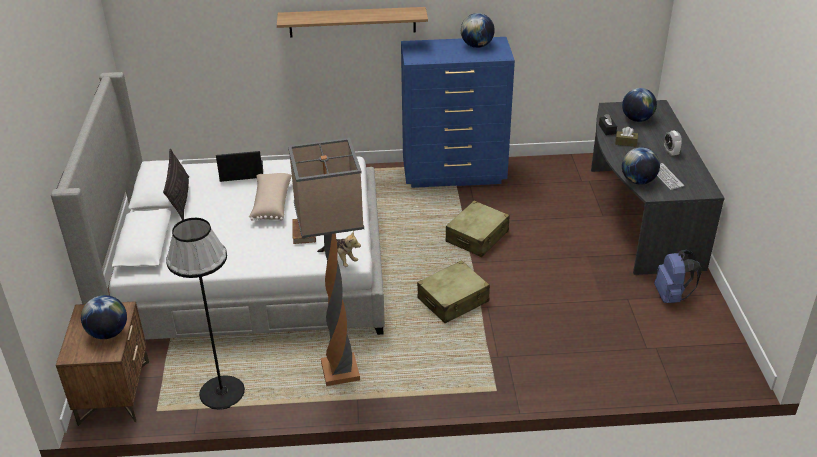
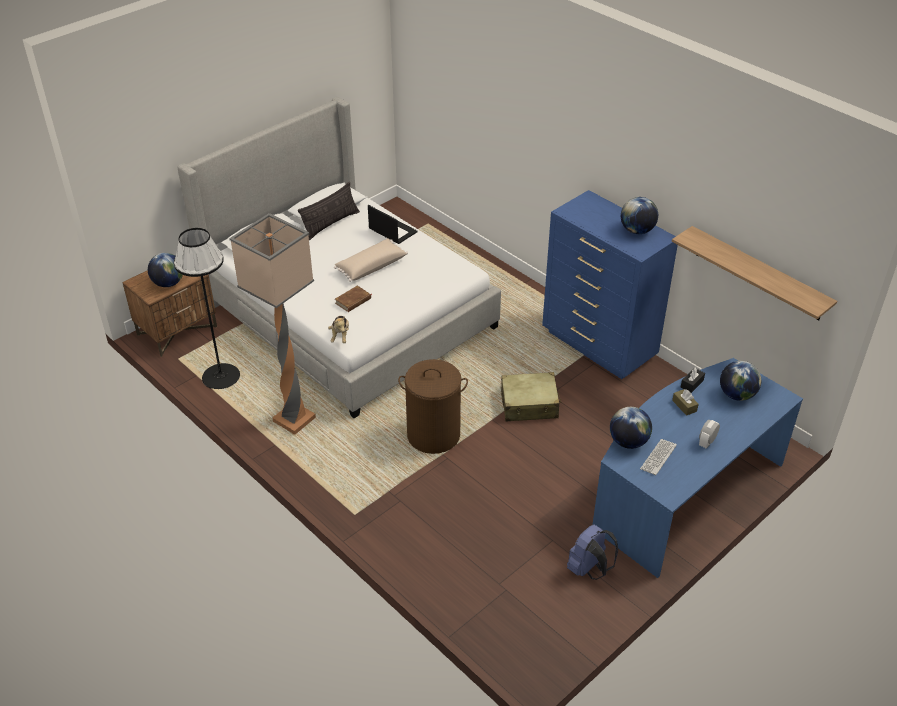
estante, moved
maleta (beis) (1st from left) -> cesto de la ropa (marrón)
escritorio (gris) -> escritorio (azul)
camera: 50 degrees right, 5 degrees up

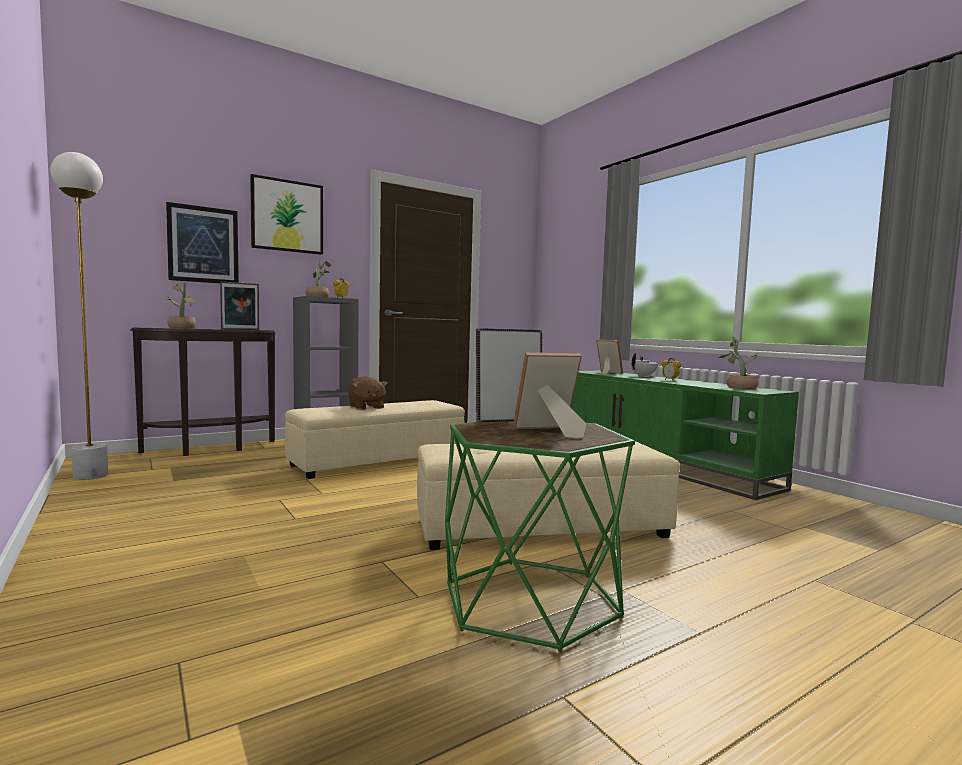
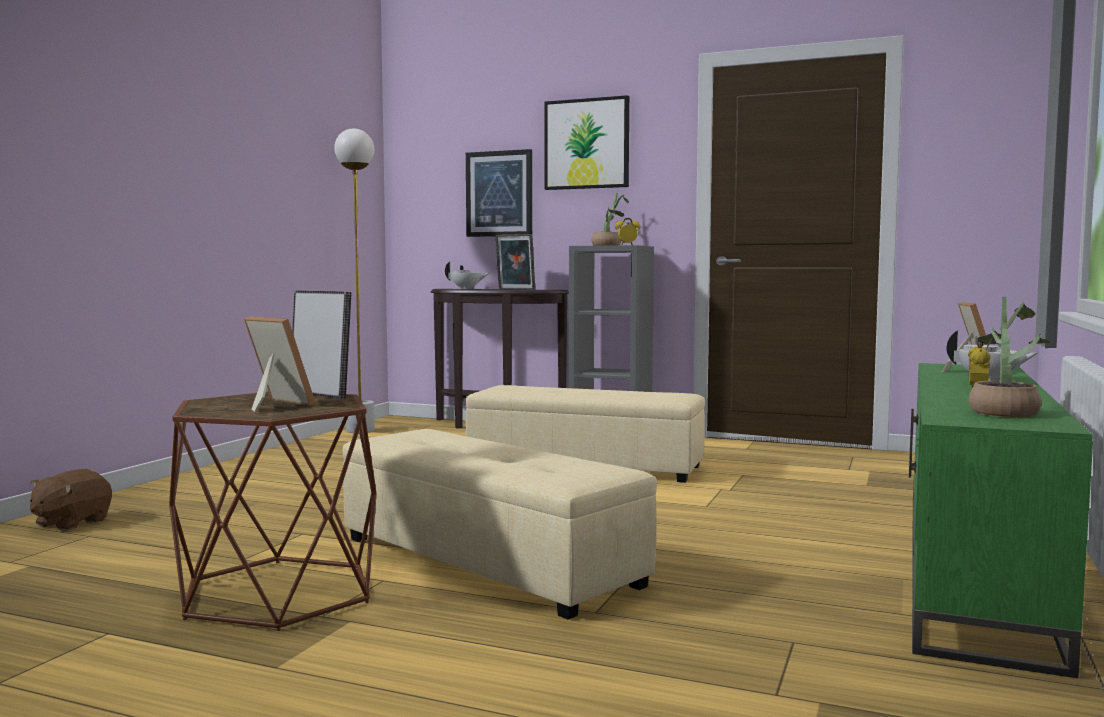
peluche (marrón), moved
planta en maceta (1st from left) -> tetera (blanco) (1st from left)
mesa auxiliar (verde) -> mesa auxiliar (marrón)
camera: 55 degrees right, 0 degrees up

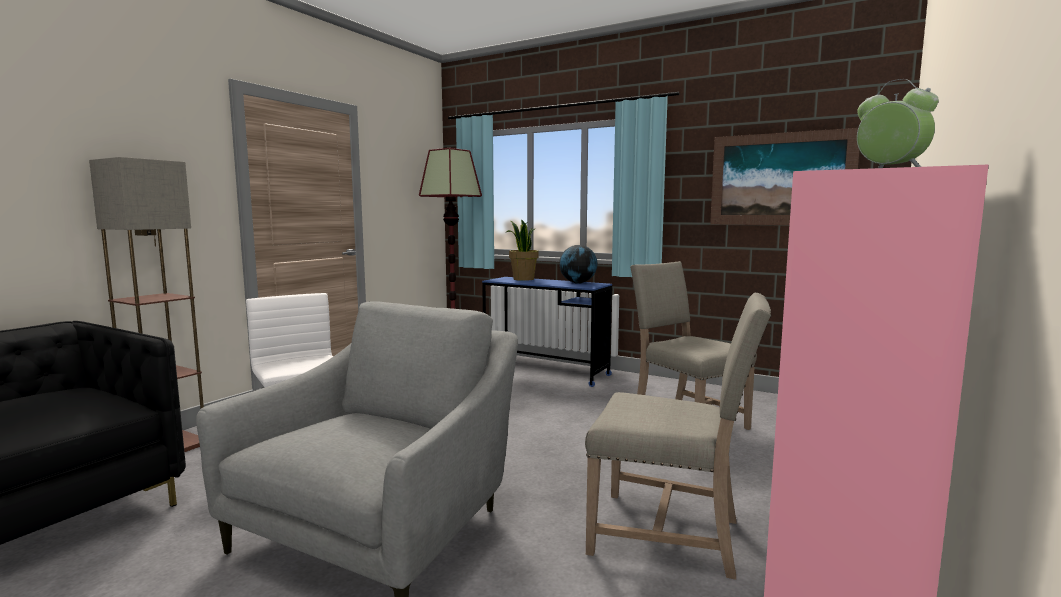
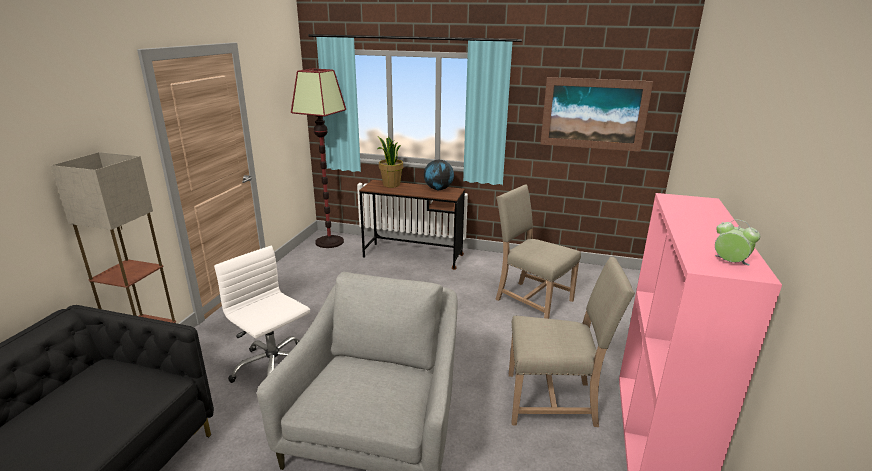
escritorio (azul) -> escritorio (marrón)
camera: 15 degrees left, 15 degrees up

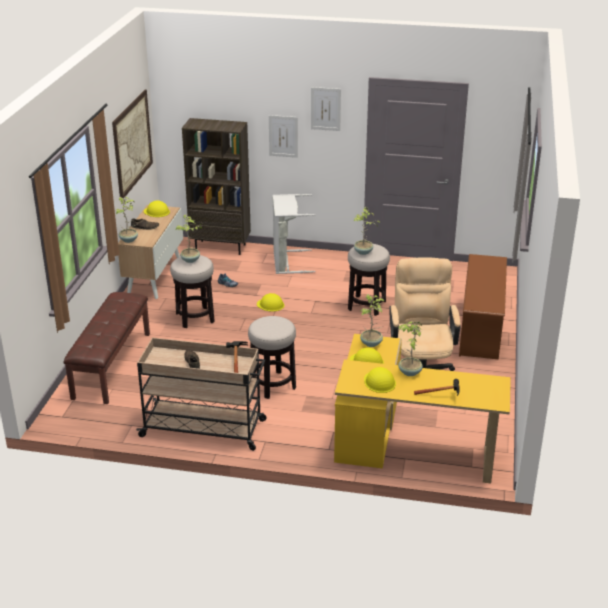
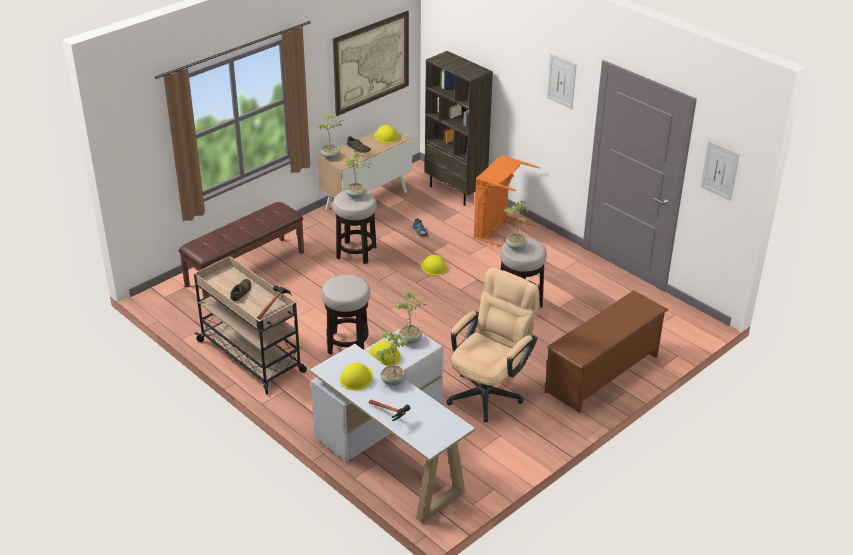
cuadro (2nd from left in the first image) -> cuadro (3rd from left), moved
cesto de la ropa (gris) -> cesto de la ropa (naranja)
escritorio (amarillo) -> escritorio (blanco)
camera: 35 degrees right, 5 degrees up

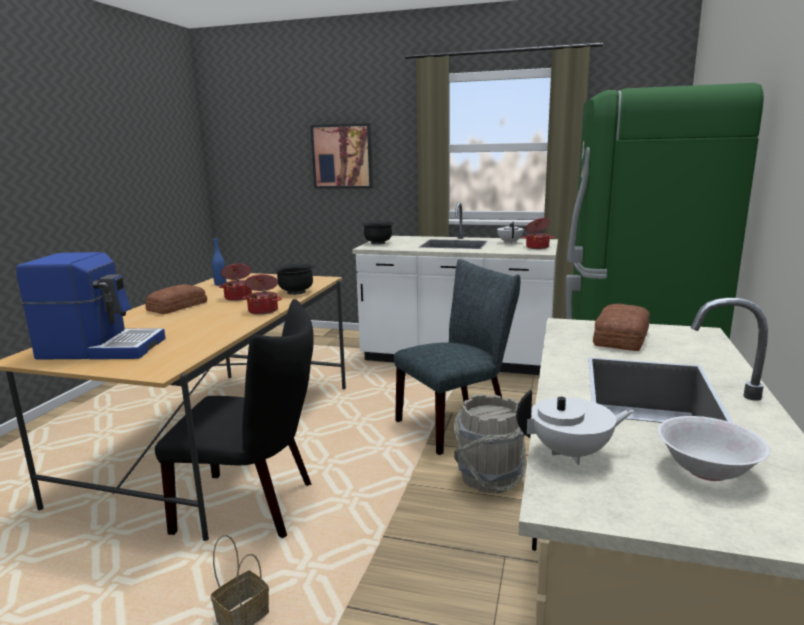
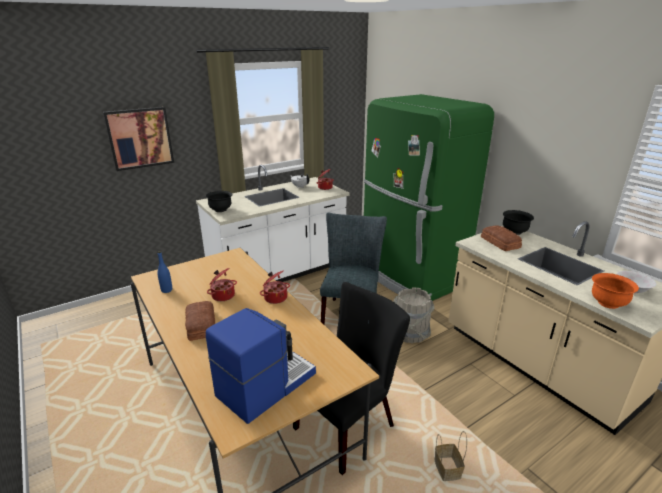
cuenco (negro) (1st from left in the first image) -> cuenco (negro) (2nd from left), moved
tetera (blanco) (2nd from left) -> cuenco (naranja)
camera: 50 degrees left, 10 degrees up

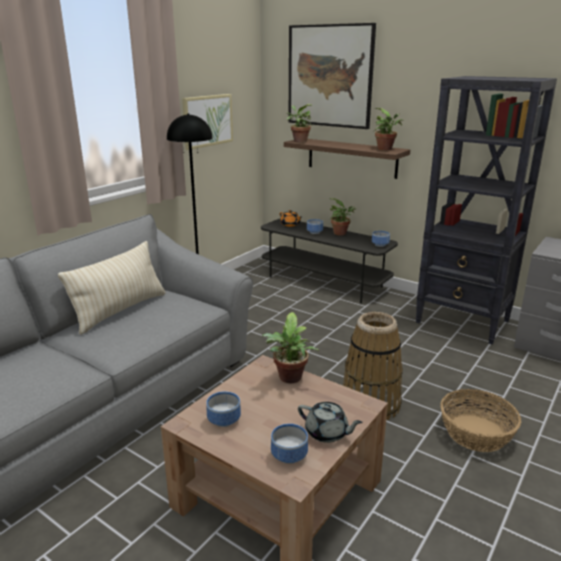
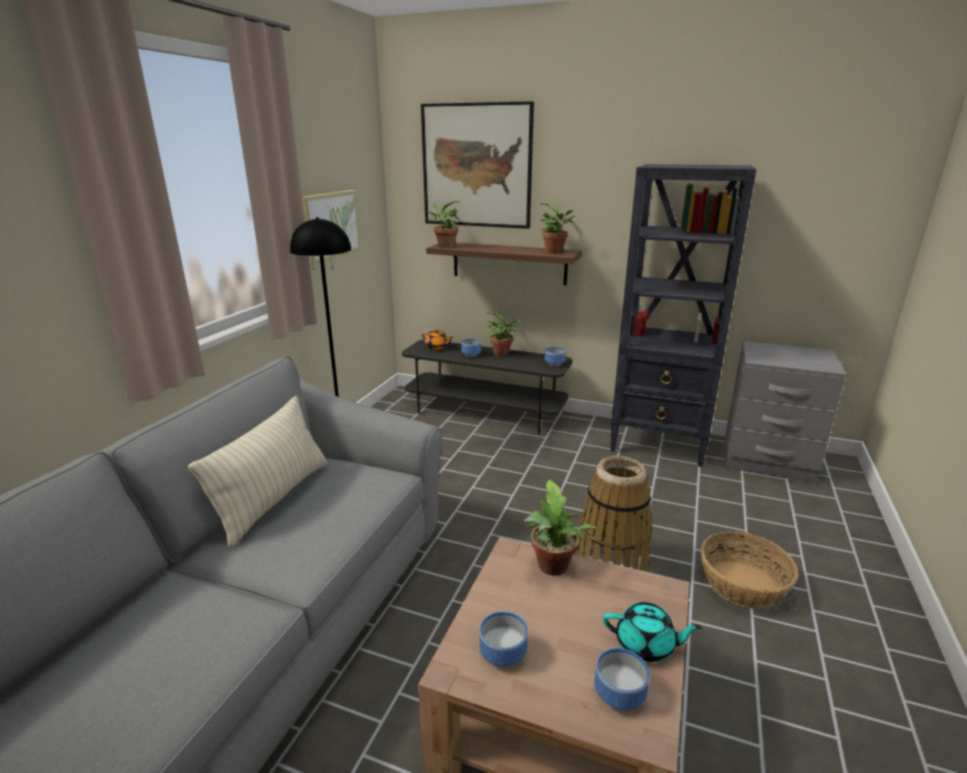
tetera (gris) -> tetera (turquesa)
camera: 15 degrees left, 0 degrees up

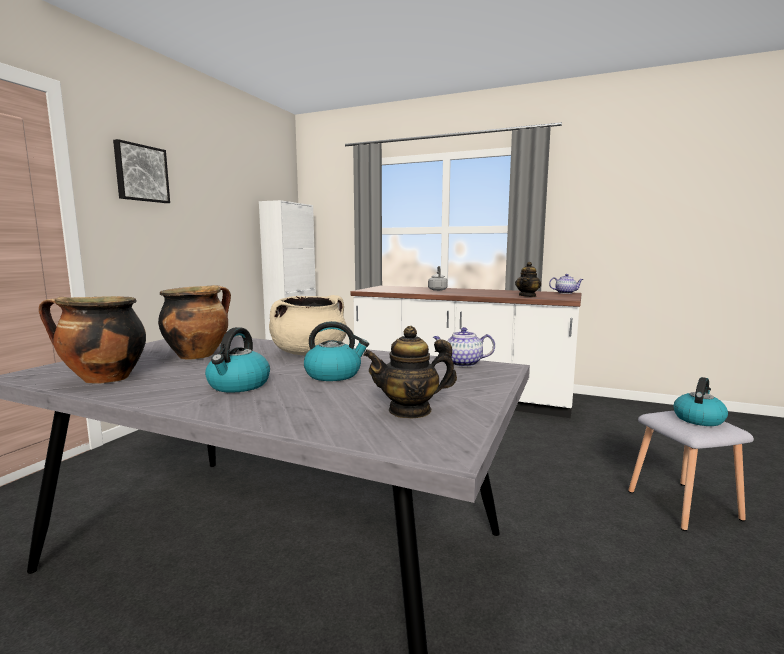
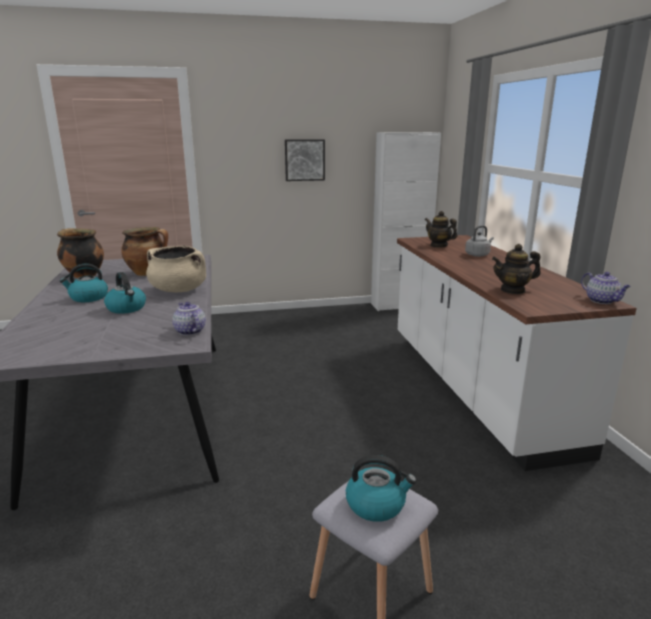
cuadro, moved
tetera (1st from left in the first image) -> tetera (2nd from left), moved
camera: 55 degrees right, 10 degrees up

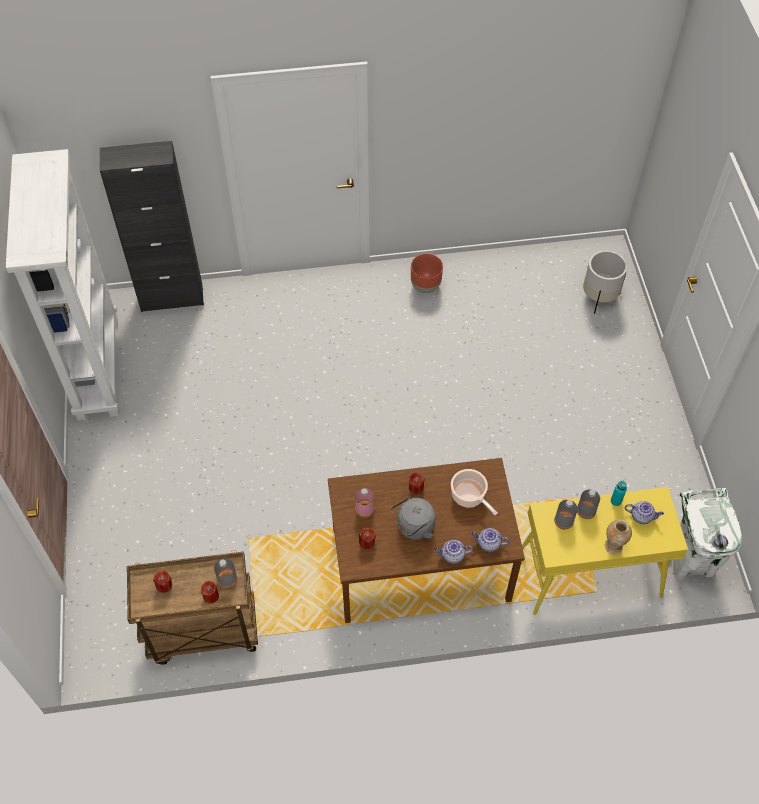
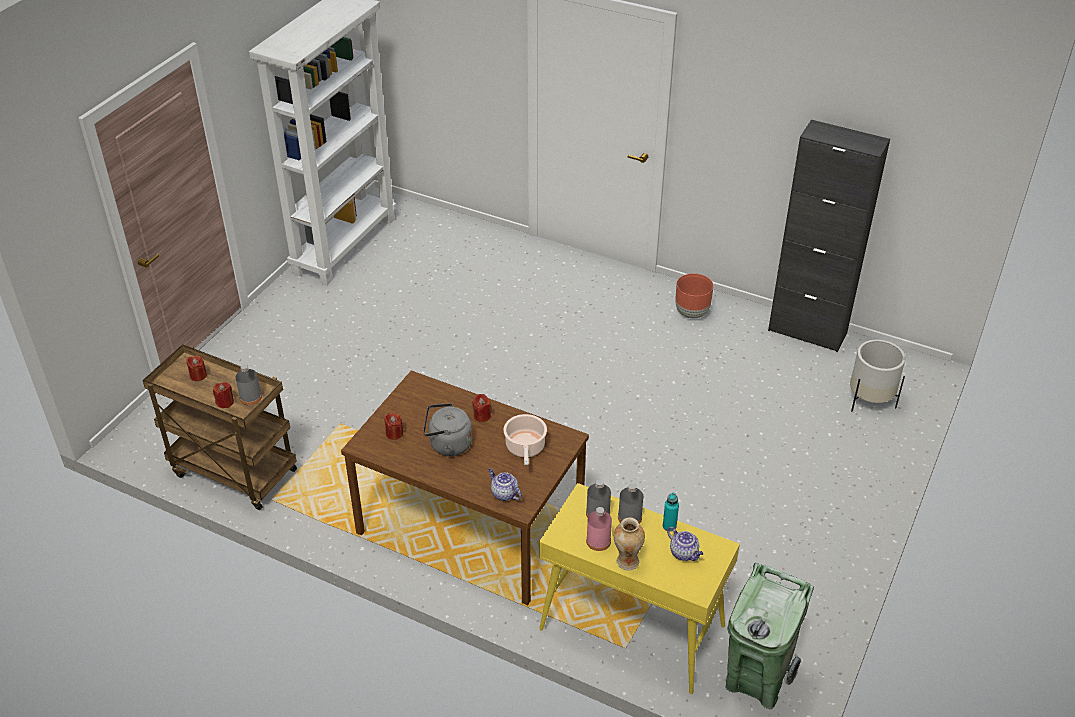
tetera (1st from left) -> none
armario (negro), moved
botella (rosa), moved
papelera (blanco) -> papelera (verde)
camera: 35 degrees right, 15 degrees down

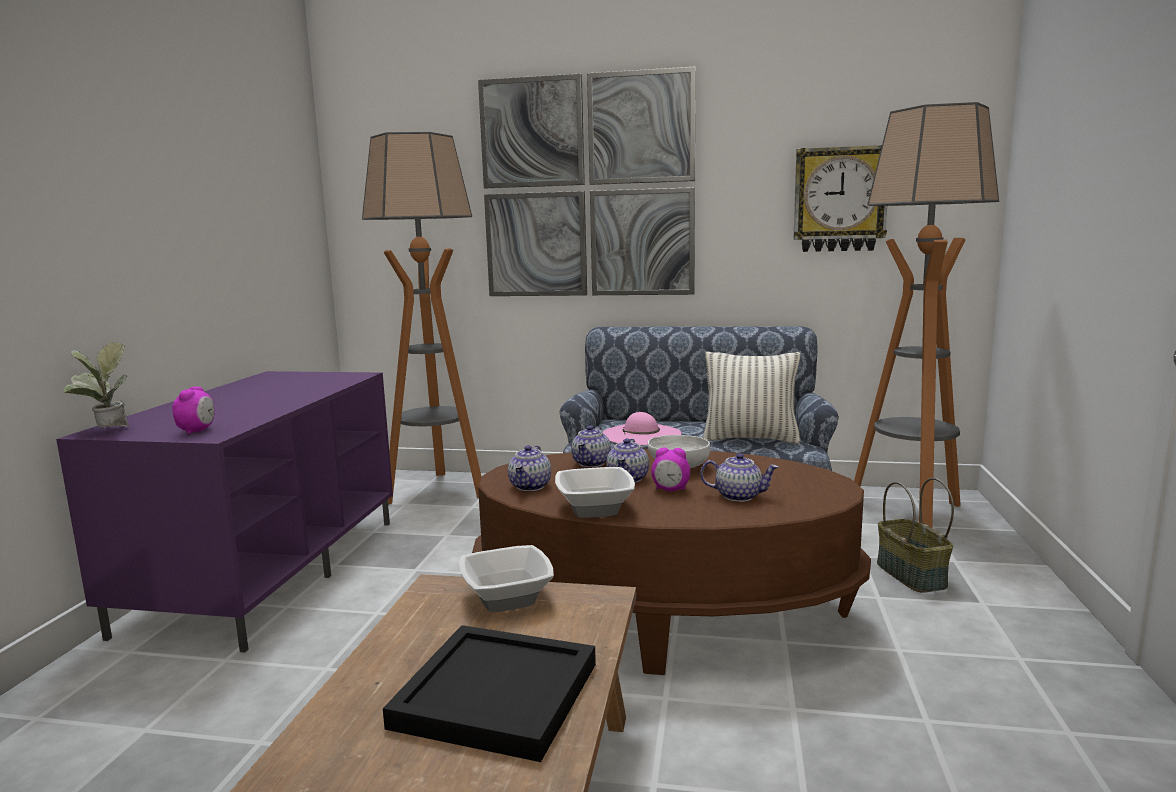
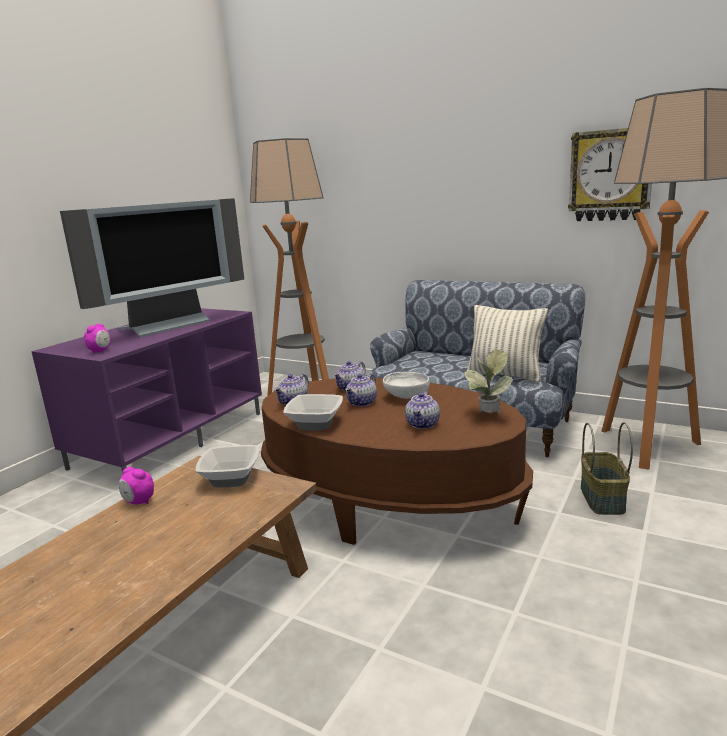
bandeja (negro) -> none
cuadro -> none
sombrero (rosa) -> none
none -> televisor
planta en maceta, moved
despertador (2nd from left), moved
tetera (4th from left), 75 degrees clockwise
camera: 20 degrees right, 5 degrees up

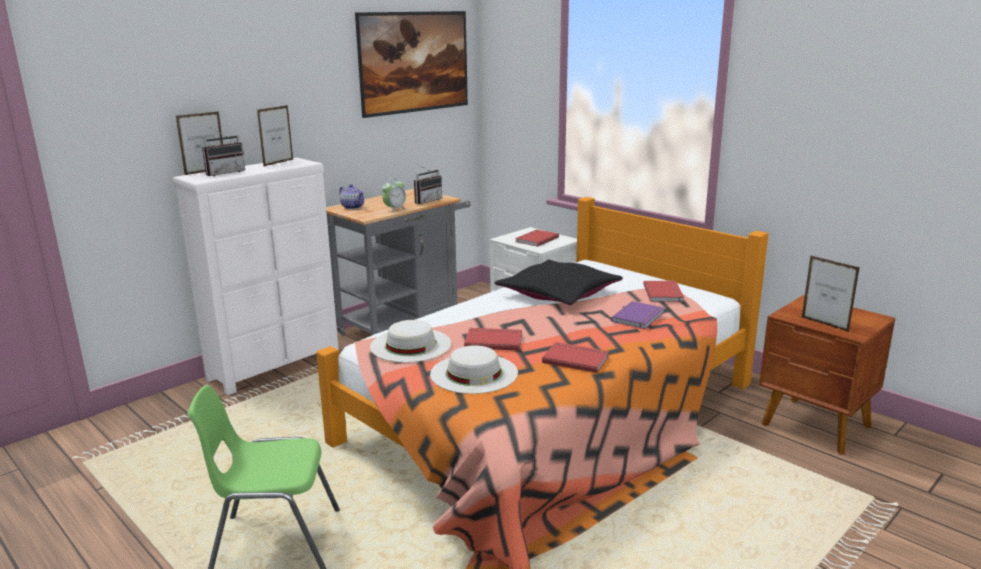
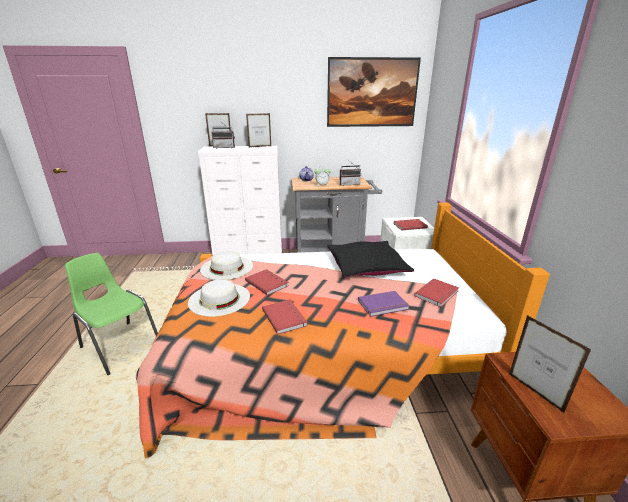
portarretratos (3rd from left), 150 degrees clockwise
camera: 40 degrees right, 5 degrees up

